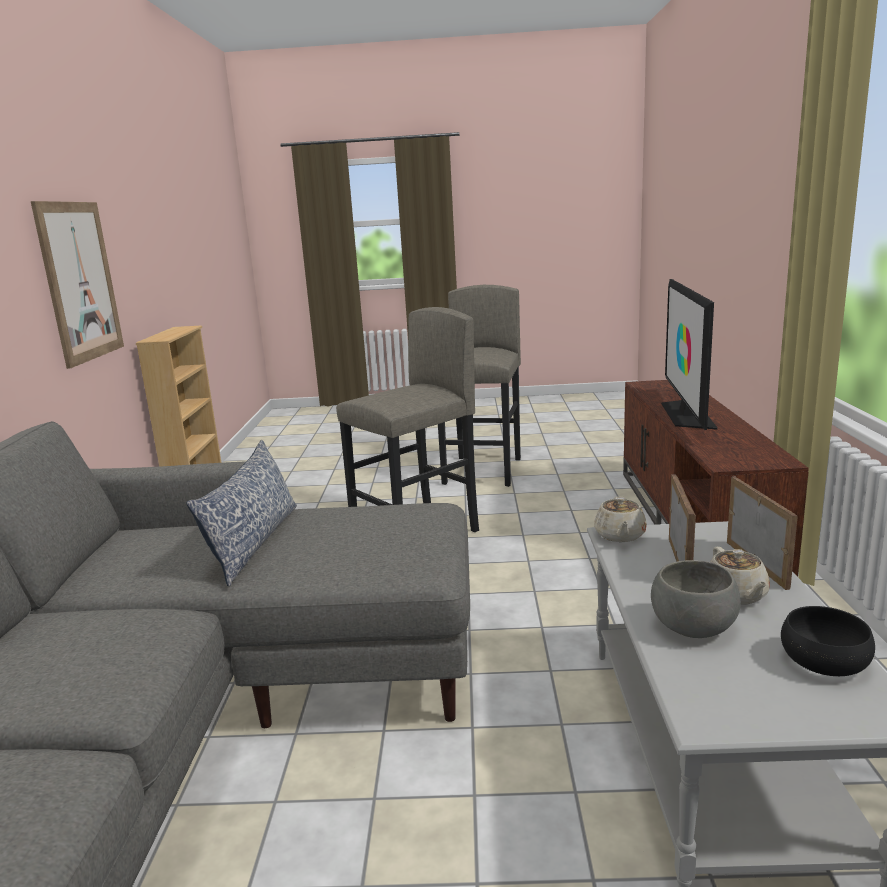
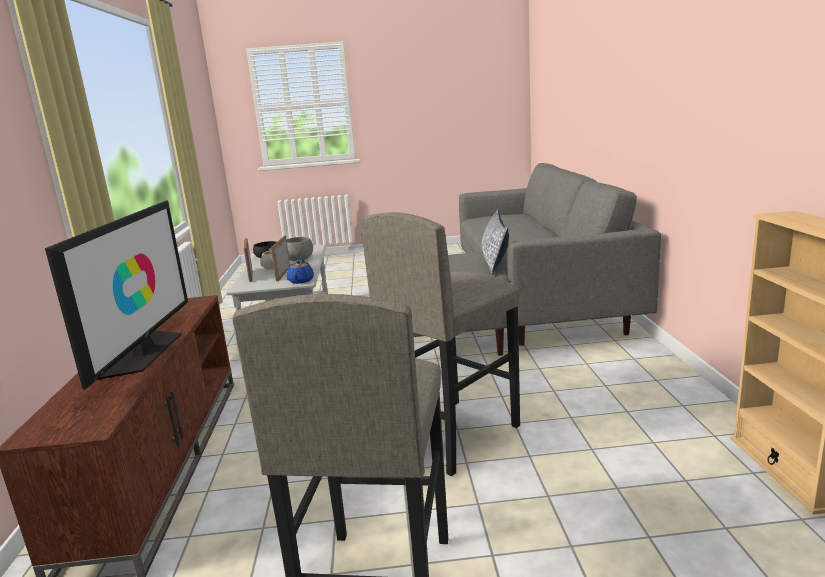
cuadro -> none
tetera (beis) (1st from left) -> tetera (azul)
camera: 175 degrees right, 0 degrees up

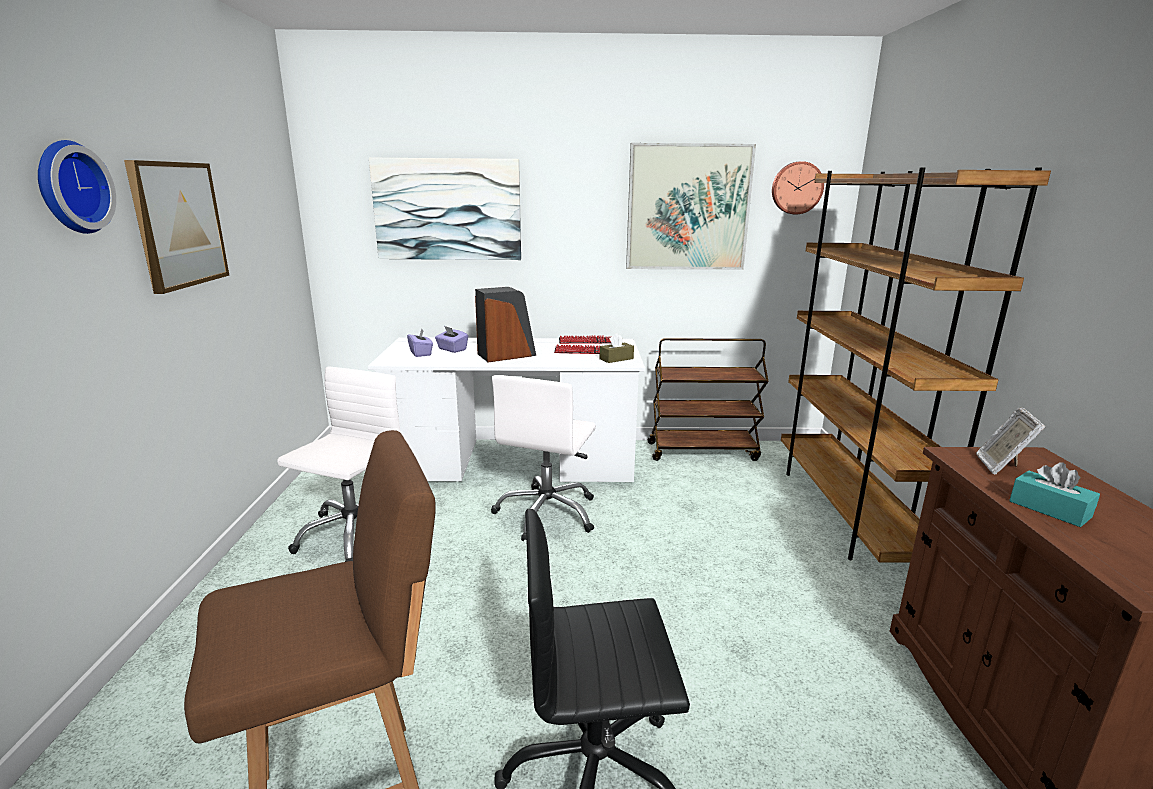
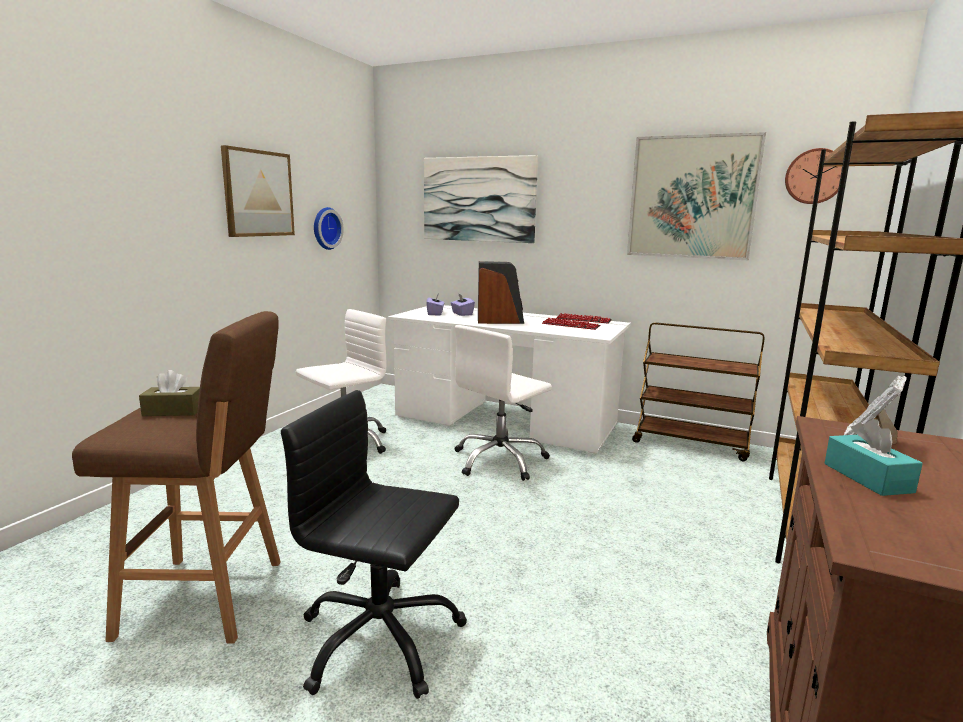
reloj de pared (1st from left), moved
caja de pañuelos (marrón), moved
camera: 25 degrees right, 5 degrees down

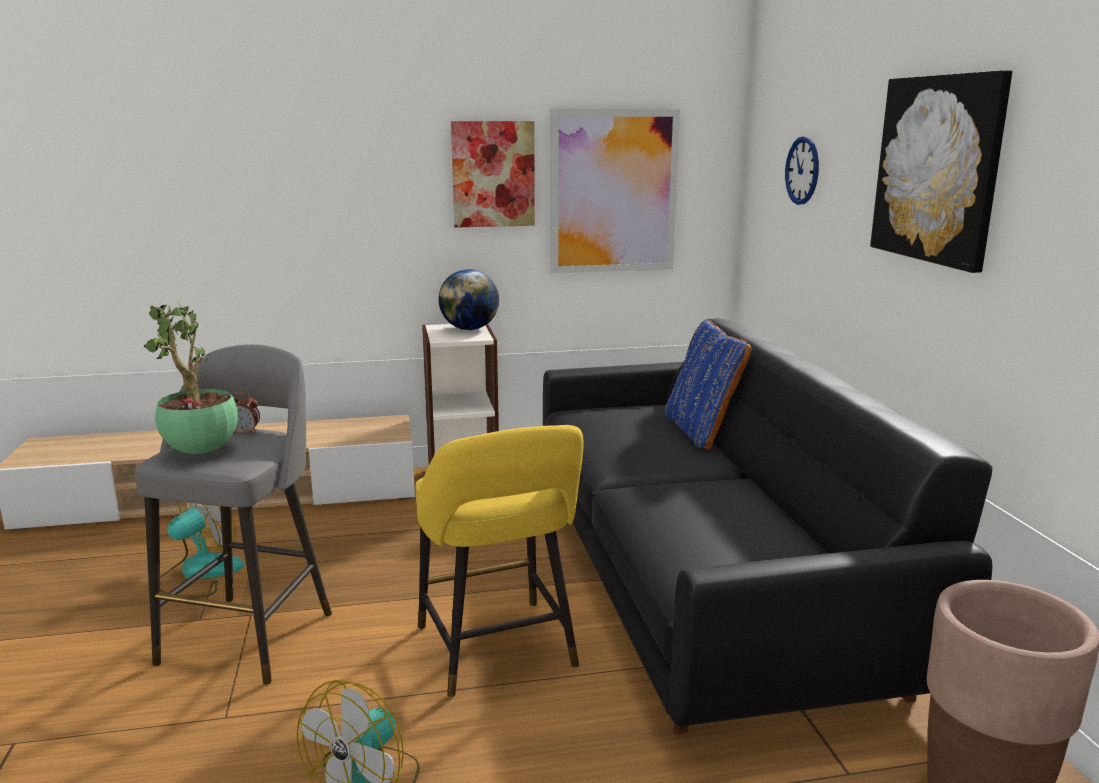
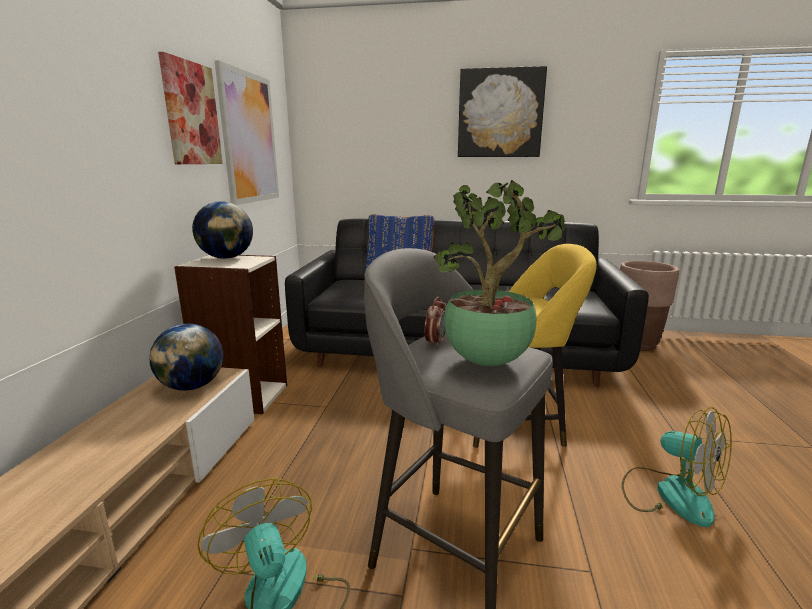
reloj de pared -> none
none -> globo terráqueo (1st from left)
camera: 70 degrees left, 0 degrees up

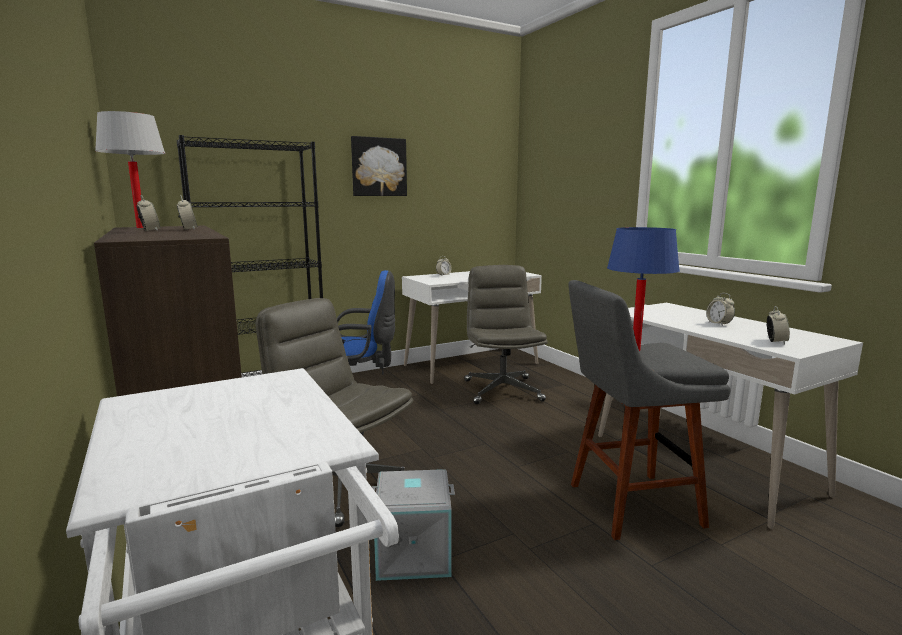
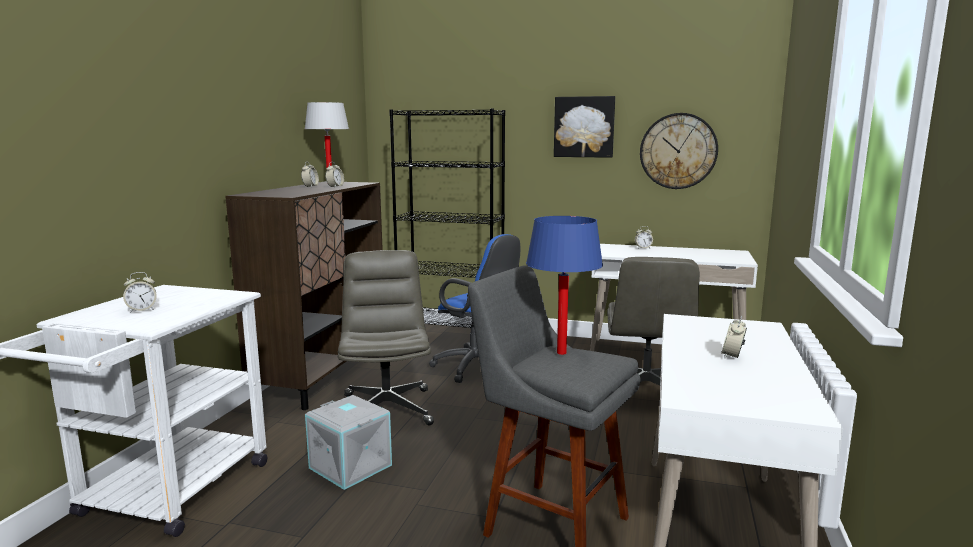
none -> reloj de pared
despertador (5th from left in the first image) -> despertador (1st from left), moved
silla de oficina (gris) (2nd from left), 150 degrees clockwise
camera: 45 degrees right, 0 degrees up

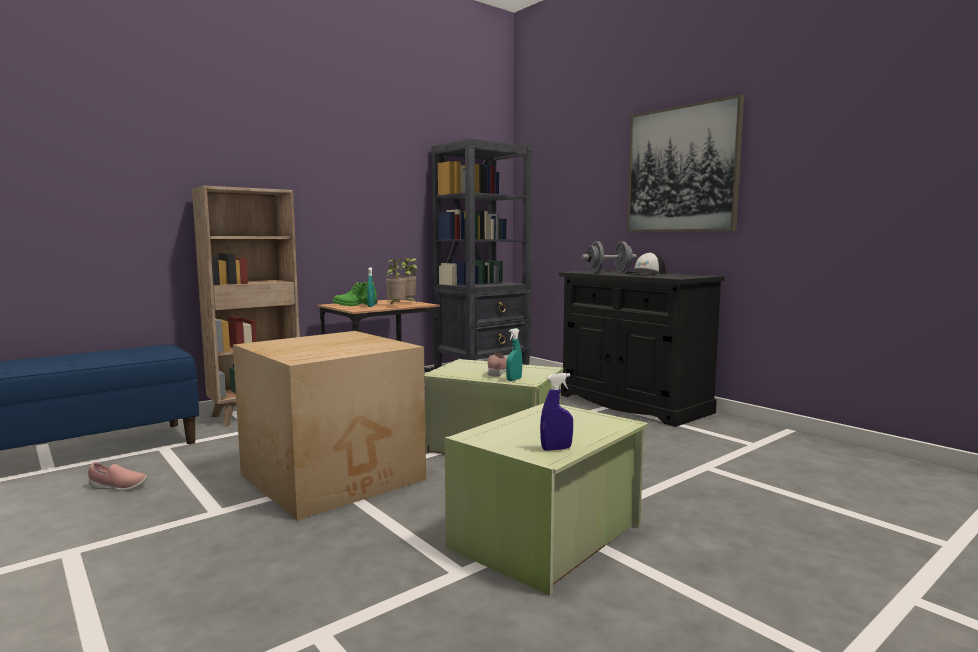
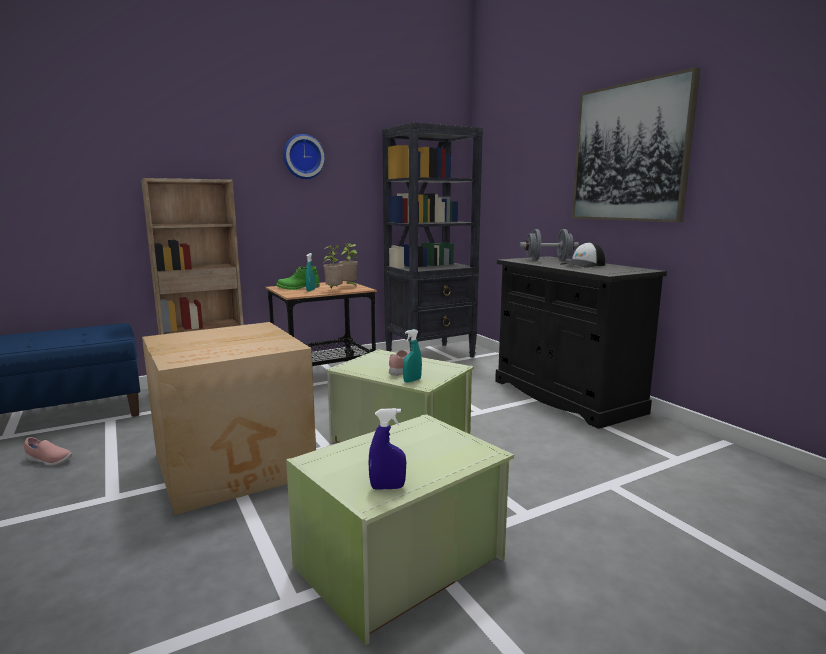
none -> reloj de pared
camera: 10 degrees right, 5 degrees up

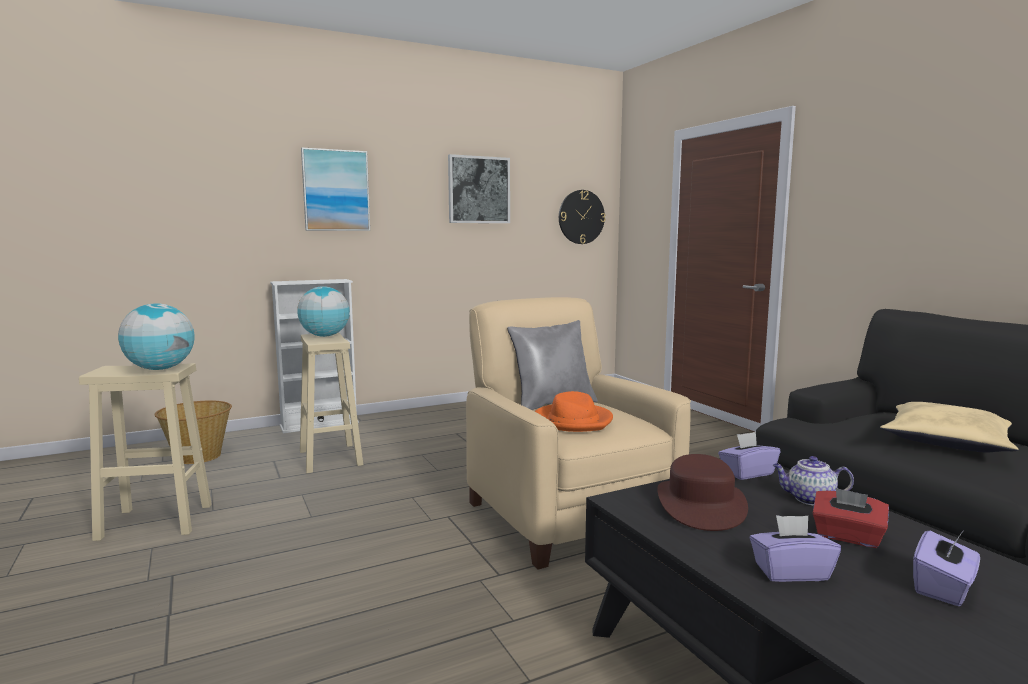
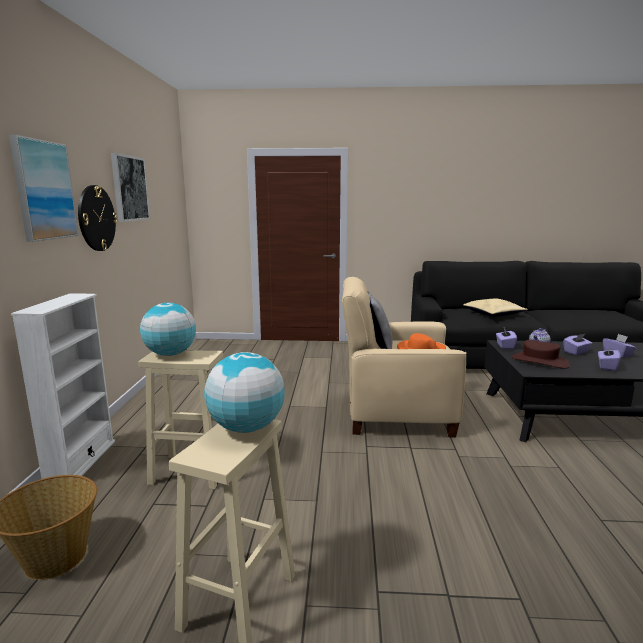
reloj de pared, moved
caja de pañuelos (rojo) -> caja de pañuelos (morado) (2nd from left)
camera: 60 degrees left, 5 degrees up

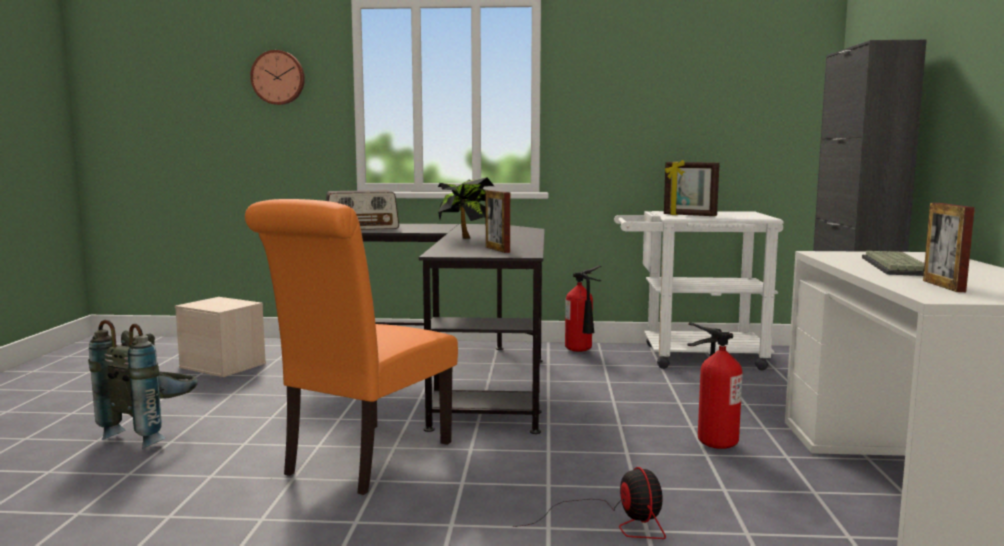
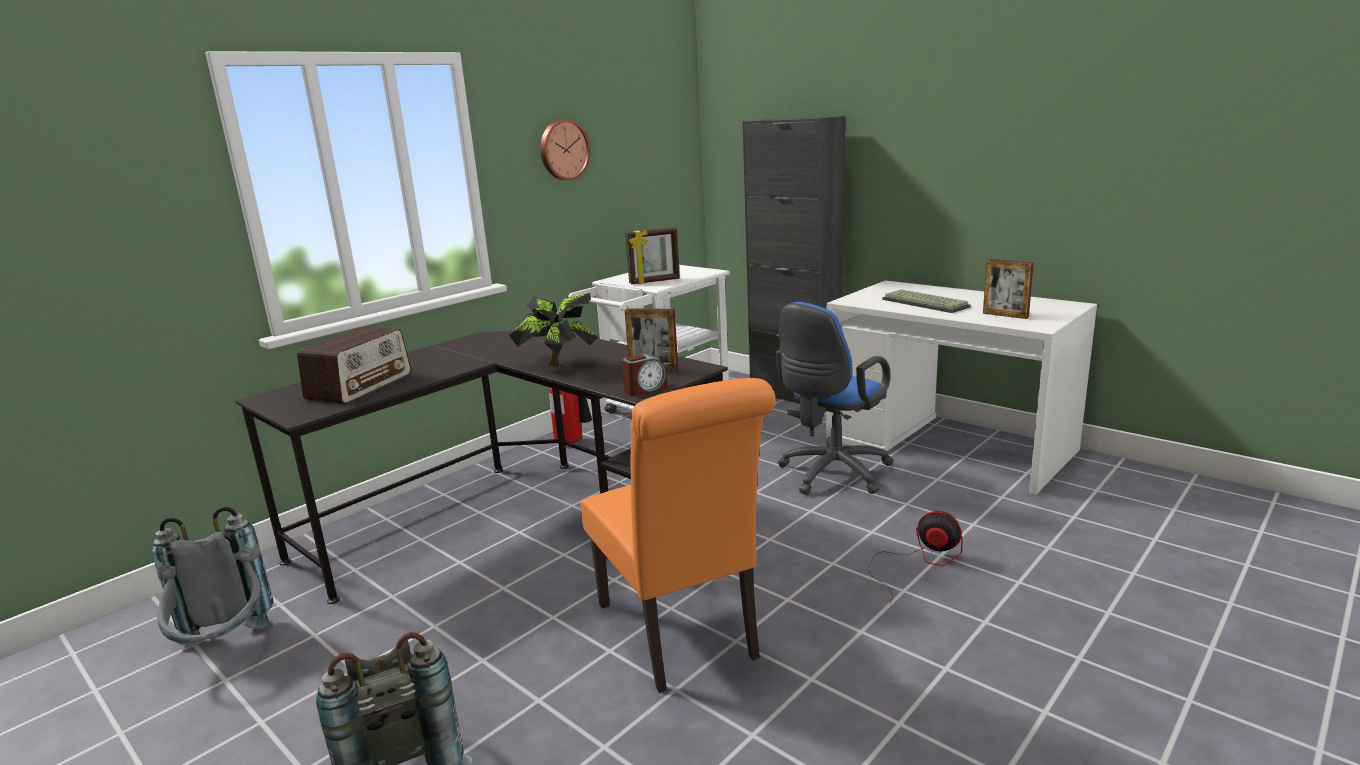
none -> despertador
reloj de pared, moved
caja de almacenaje (beis) -> mochila (gris) (1st from left)
extintor (2nd from left) -> silla de oficina (azul)
camera: 50 degrees left, 10 degrees up

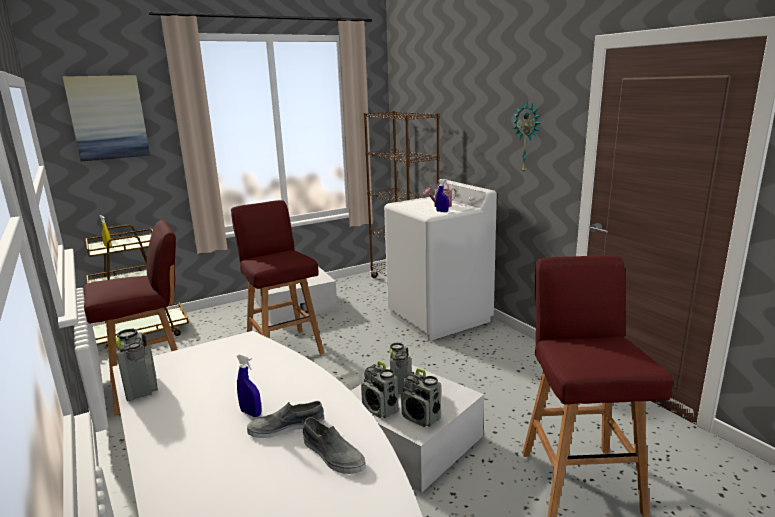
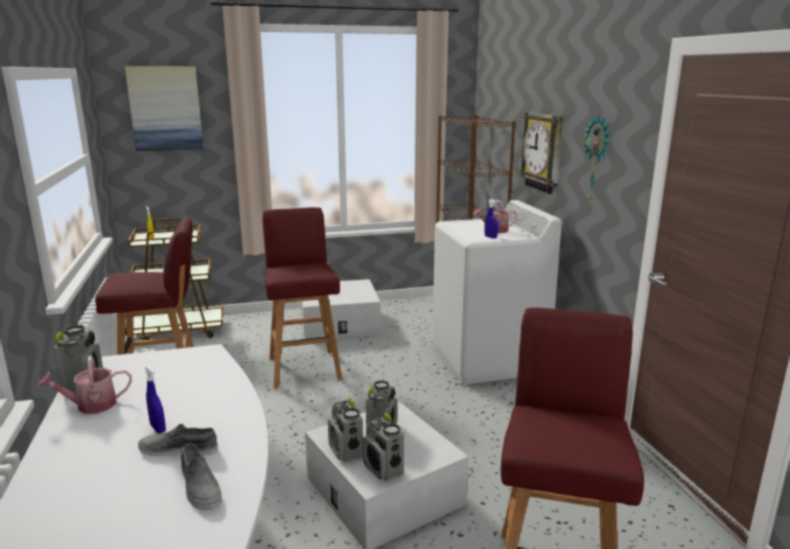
none -> regadera (1st from left)
none -> reloj de pared (1st from left)
camera: 15 degrees right, 0 degrees up

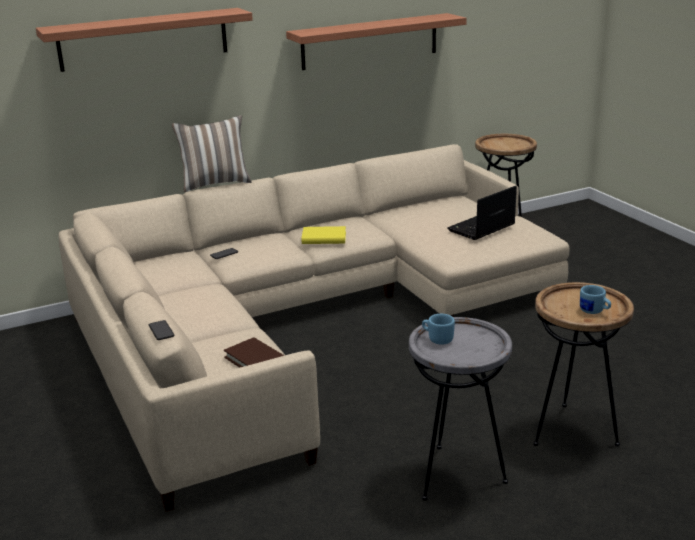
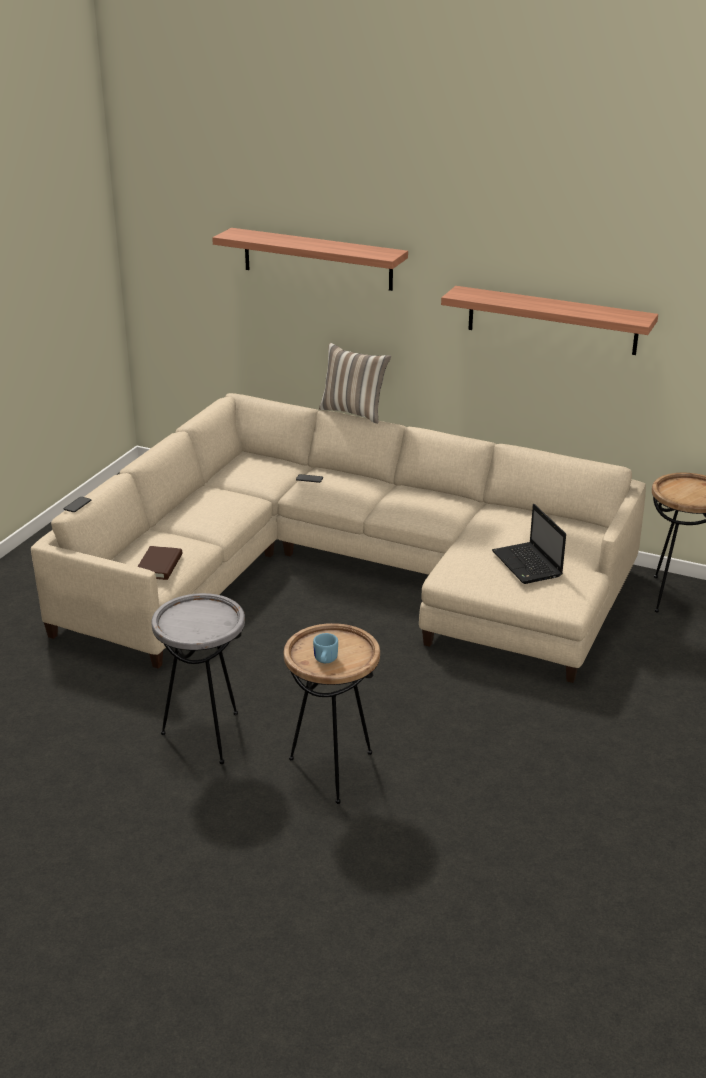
libro (amarillo) -> none
taza grande (azul) (1st from left) -> none
portátil, 120 degrees counterclockwise
camera: 50 degrees right, 5 degrees up

